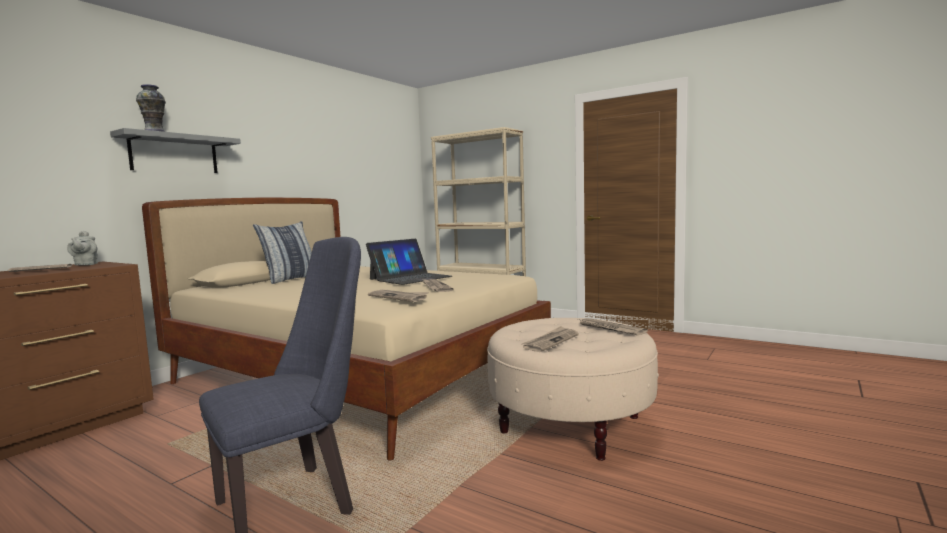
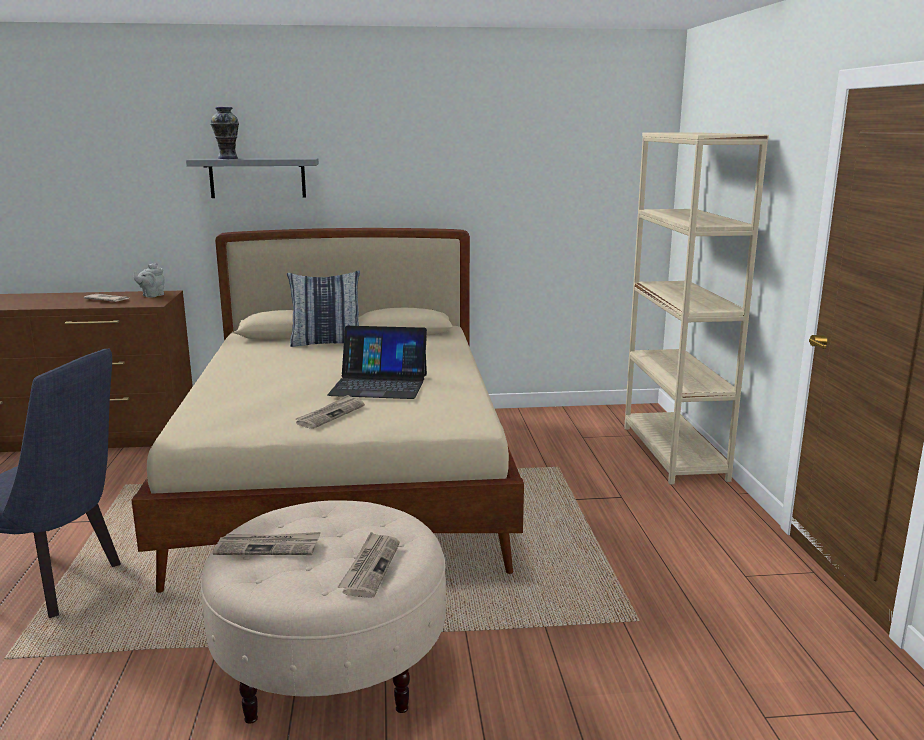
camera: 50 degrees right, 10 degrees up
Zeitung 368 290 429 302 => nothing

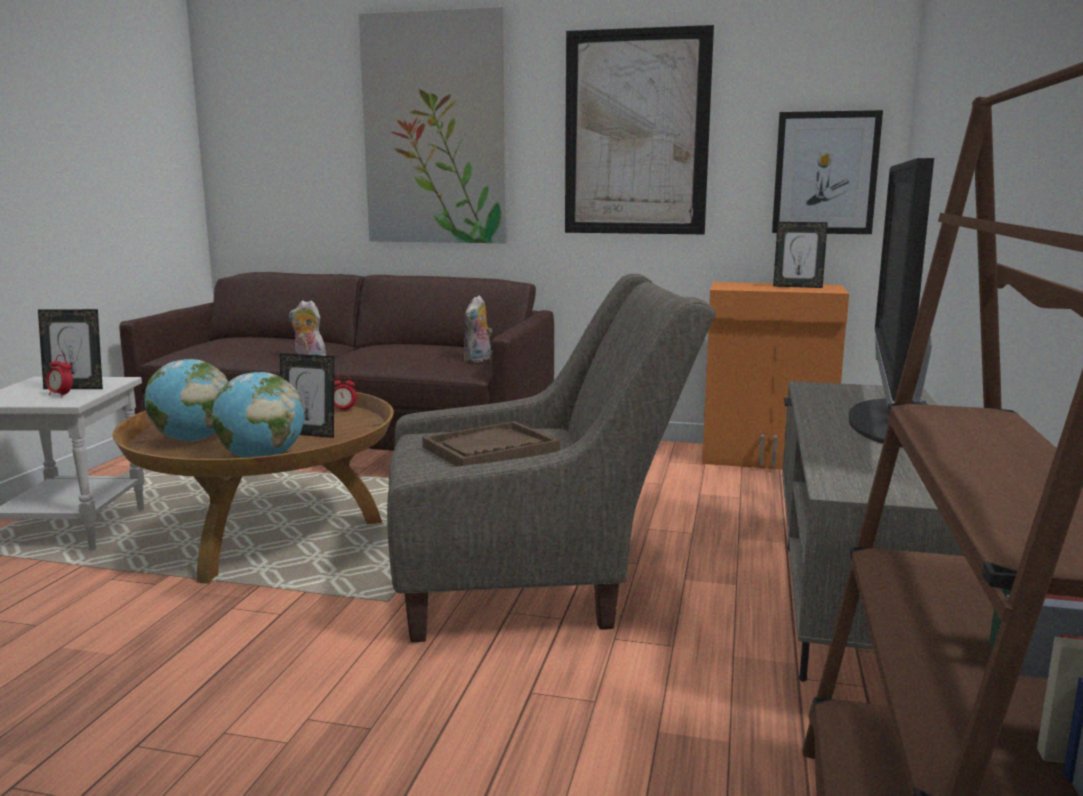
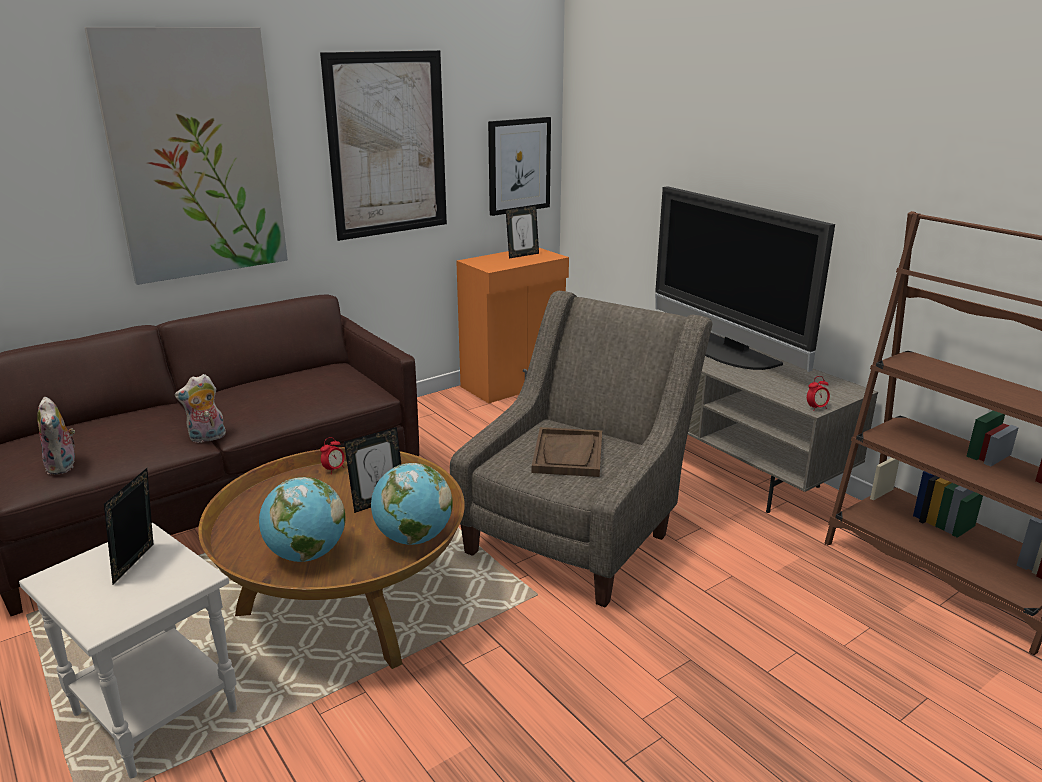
camera: 50 degrees left, 10 degrees up
Plüschtier 464 295 492 363 => Plüschtier 37 397 75 475, relocated
Bilderrahmen 38 309 103 389 => Bilderrahmen 104 468 153 585, 150 degrees clockwise
Wecker 46 355 73 398 => Wecker 807 376 830 411, relocated

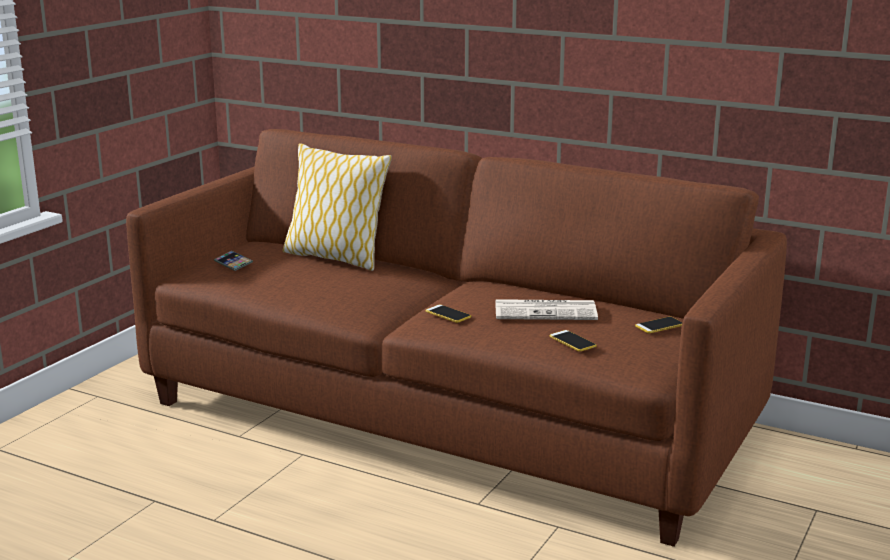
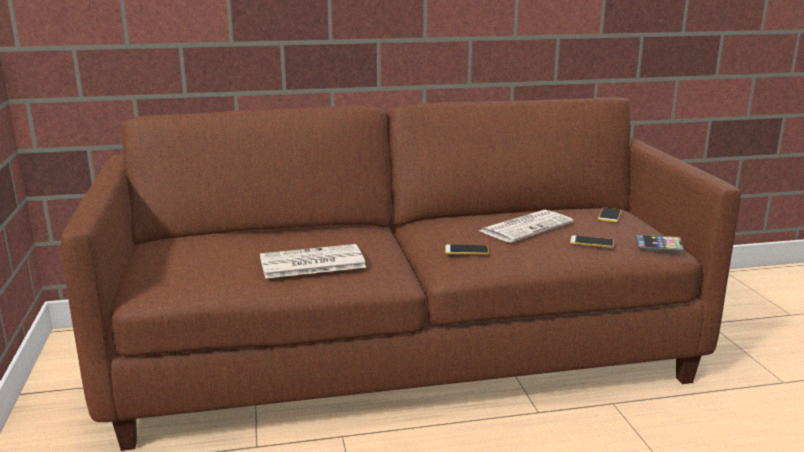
camera: 40 degrees left, 0 degrees up
nothing => Zeitung 260 244 366 278
Handy 214 251 253 271 => Handy 636 235 683 251, relocated
Kissen 282 143 392 271 => nothing

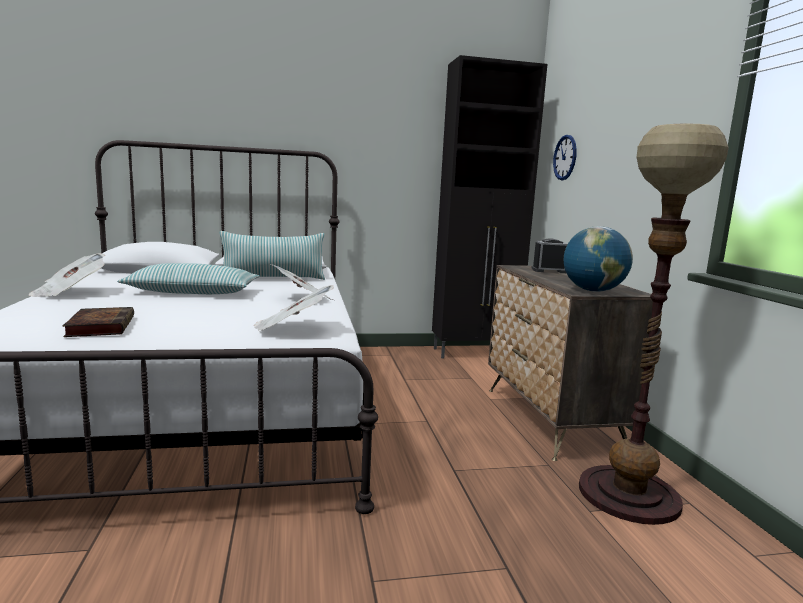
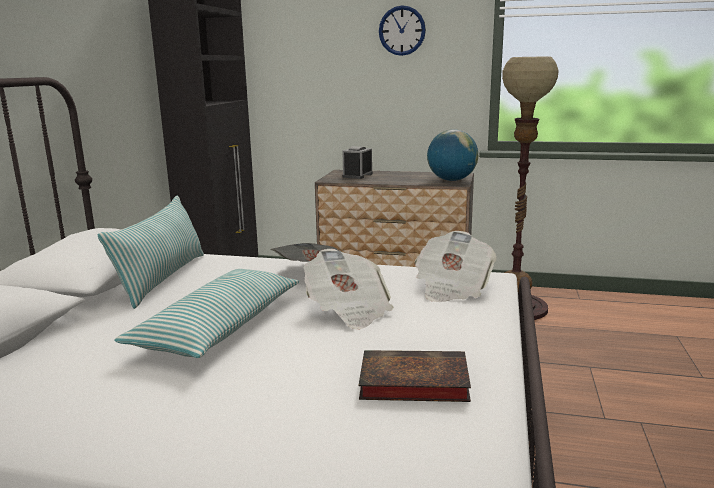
camera: 65 degrees left, 5 degrees up
Zeitung 29 253 105 297 => Zeitung 304 249 393 330, relocated
Wanduhr 553 135 577 180 => Wanduhr 379 5 426 56, relocated

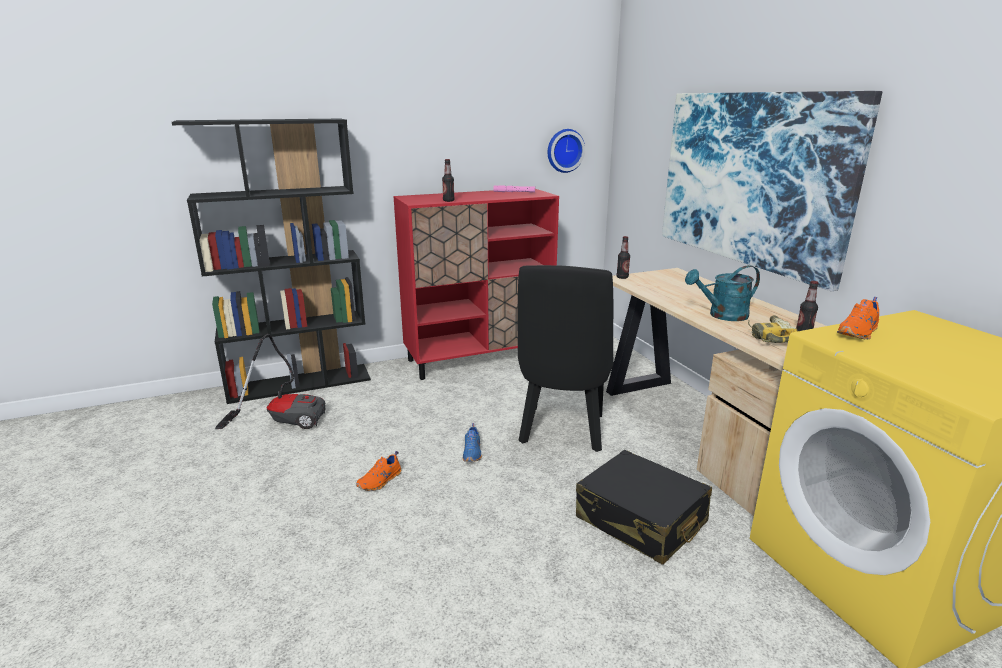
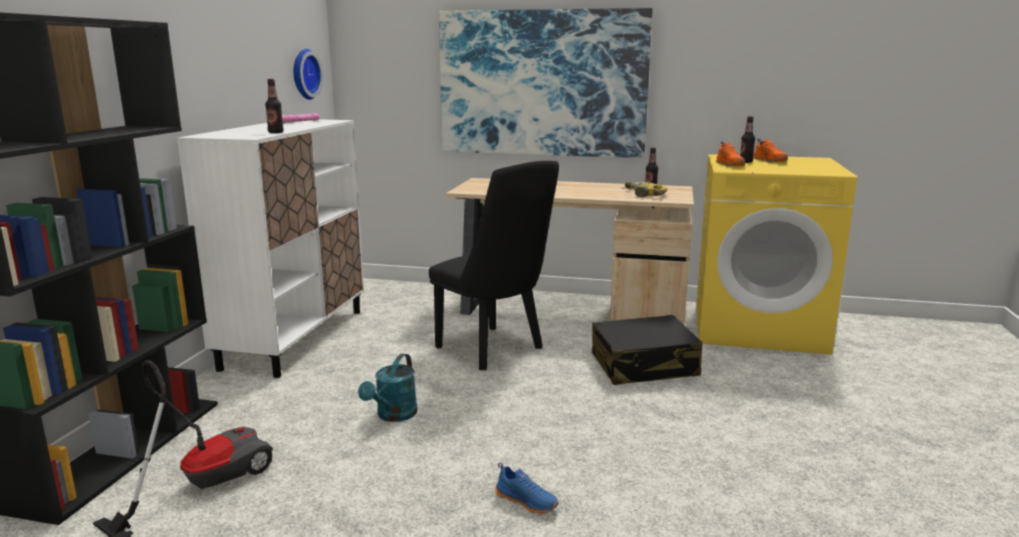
camera: 55 degrees left, 5 degrees down
Schrank/rot 393 189 559 380 => Schrank/weiß 177 119 364 378
Gießkanne/türkis 685 265 760 321 => Gießkanne/türkis 358 353 418 422, relocated
Schuh/blau 463 423 482 462 => Schuh/blau 495 463 559 514, relocated
Flasche 616 236 630 279 => Flasche 740 116 755 163, relocated
Schuh/orange 356 451 401 491 => Schuh/orange 753 139 788 162, relocated

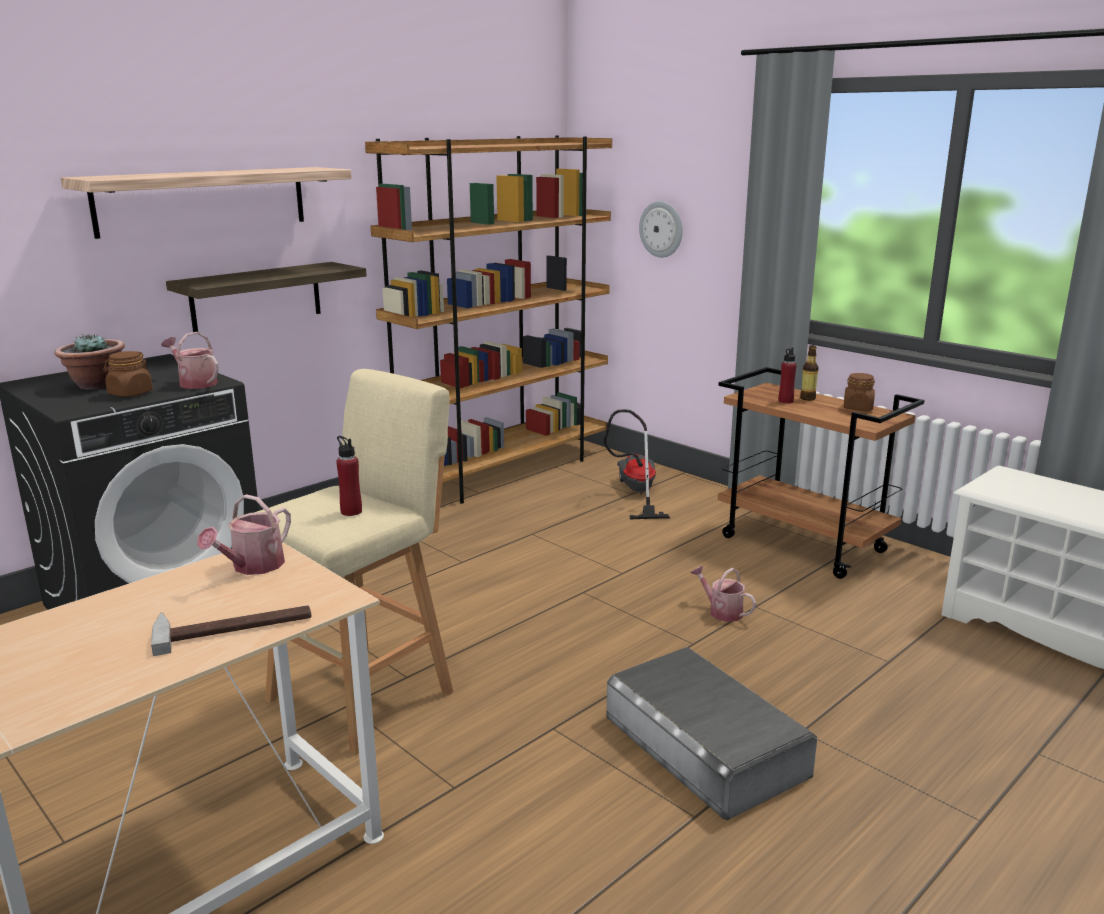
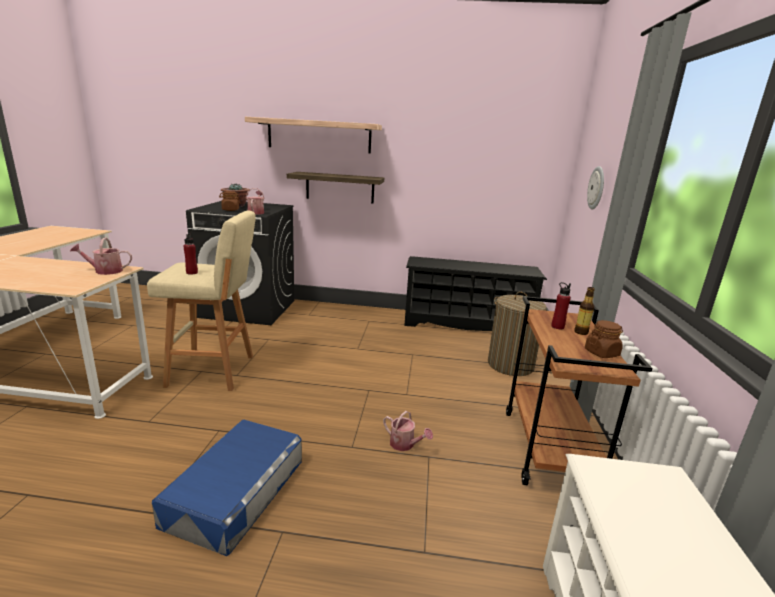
camera: 50 degrees right, 0 degrees up
Aufbewahrungsbox/grau 607 647 817 820 => Aufbewahrungsbox/blau 152 420 302 556
Gießkanne 690 565 756 622 => Gießkanne 383 411 433 451, 120 degrees clockwise
Bücherregal/braun 365 135 612 504 => Schuhregal/schwarz 404 256 547 331
Staubsauger 604 409 670 519 => Wäschekorb 488 291 547 376
Hammer 151 605 311 656 => nothing

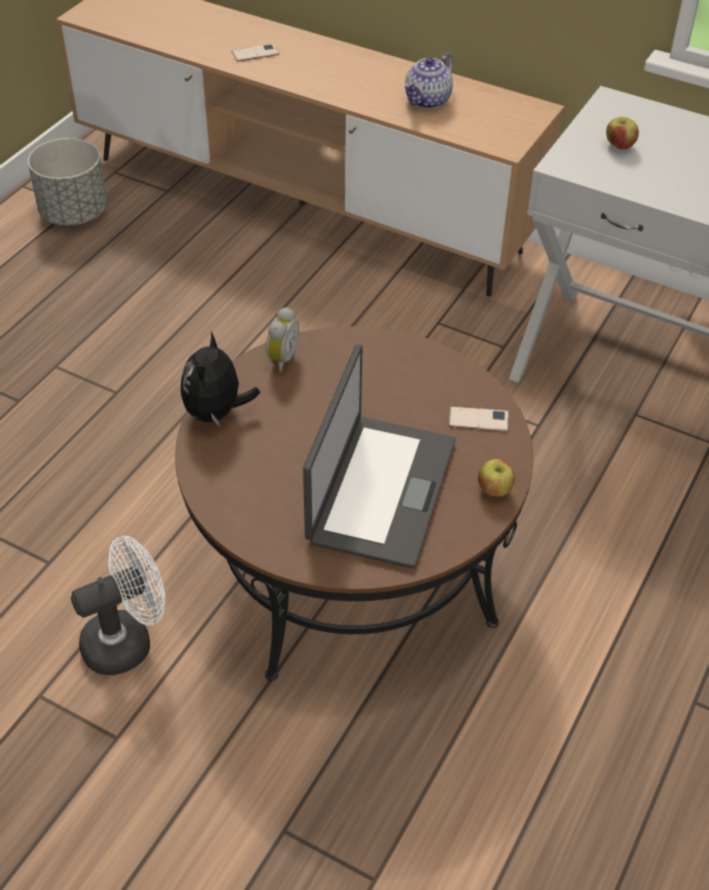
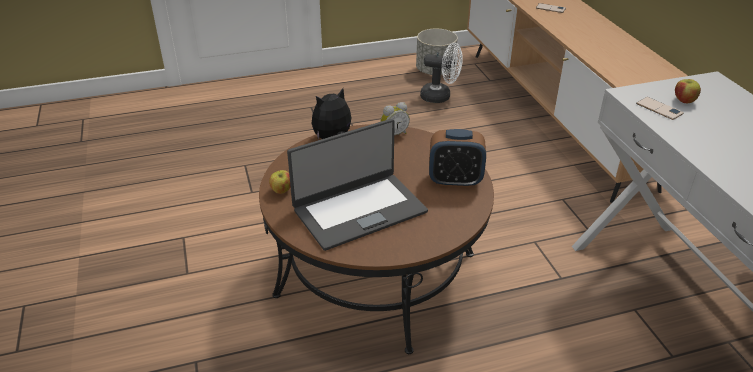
camera: 45 degrees right, 10 degrees down
Apfel 478 459 515 496 => Apfel 269 170 291 194, relocated
Ventilator/weiß 71 535 165 675 => Ventilator/weiß 420 43 463 103, relocated
nothing => Wecker 429 129 486 188
Handy 449 406 509 431 => Handy 636 97 684 120, relocated
Teekanne 405 53 453 109 => nothing

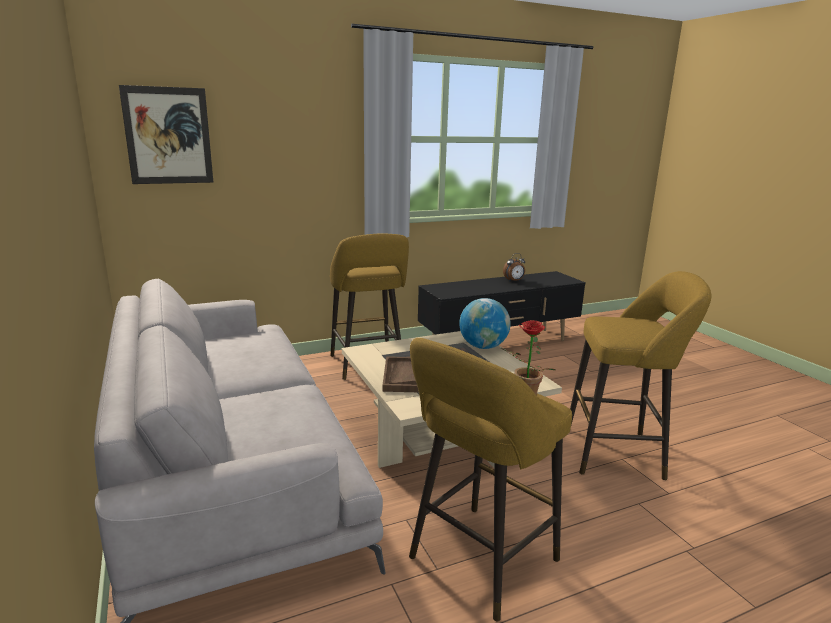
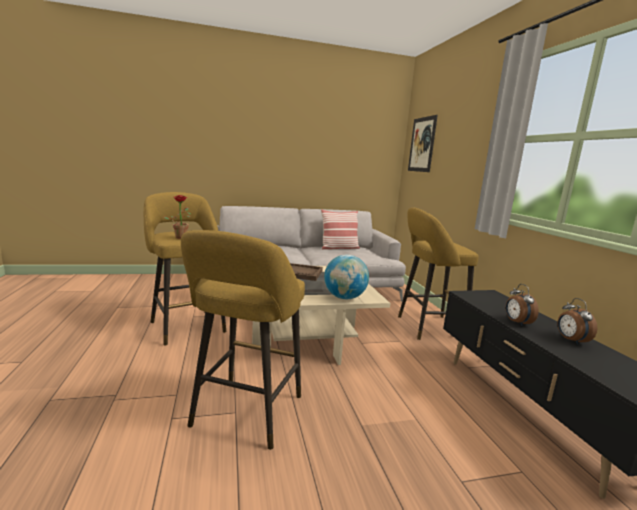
camera: 100 degrees right, 5 degrees down
nothing => Kissen 321 210 360 250
nothing => Wecker 506 284 539 326

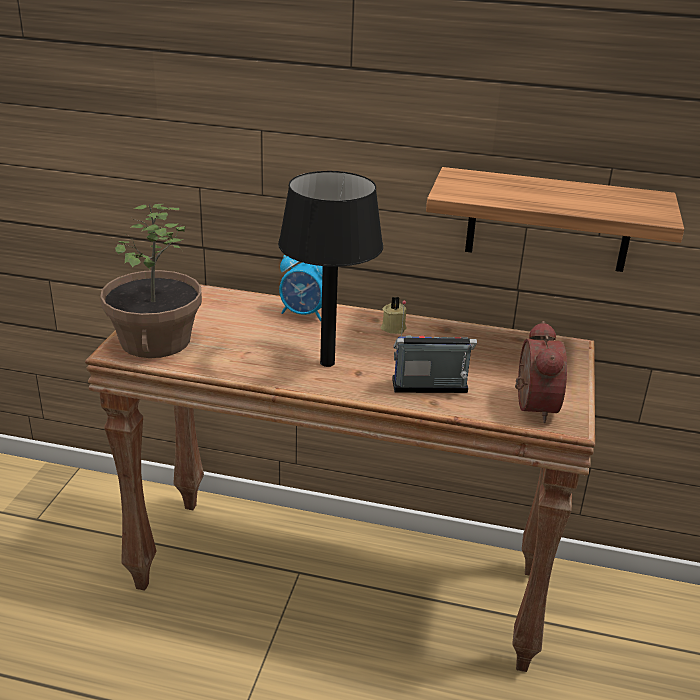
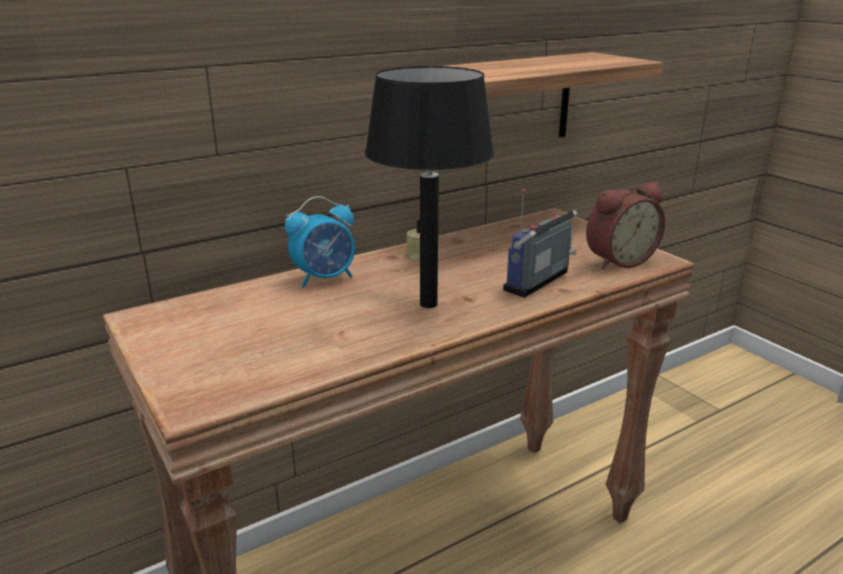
camera: 45 degrees left, 5 degrees down
Wecker 515 321 567 423 => Wecker 586 182 665 269, 105 degrees clockwise
Topfpflanze 100 204 202 358 => nothing

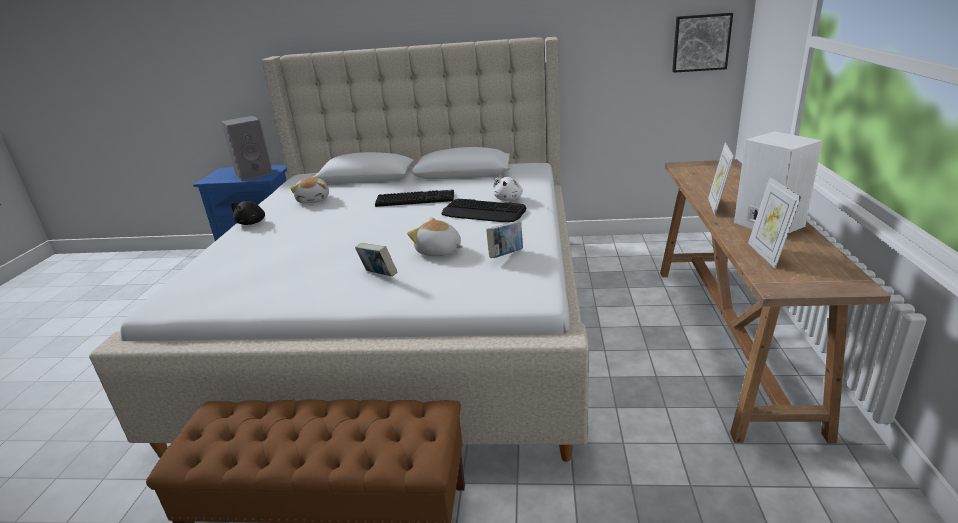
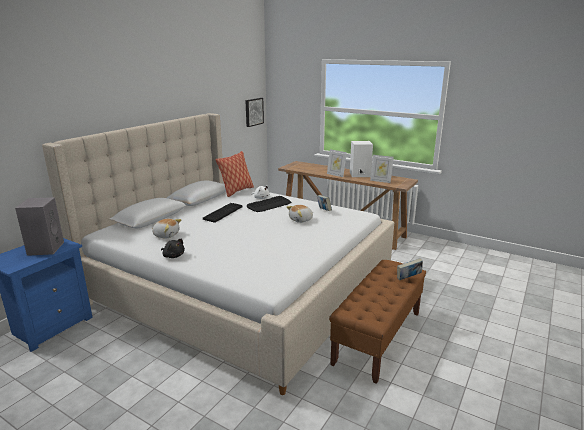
camera: 65 degrees left, 5 degrees down
nothing => Kissen 215 151 254 197
Buch 355 243 397 277 => Buch 397 258 423 280, relocated

